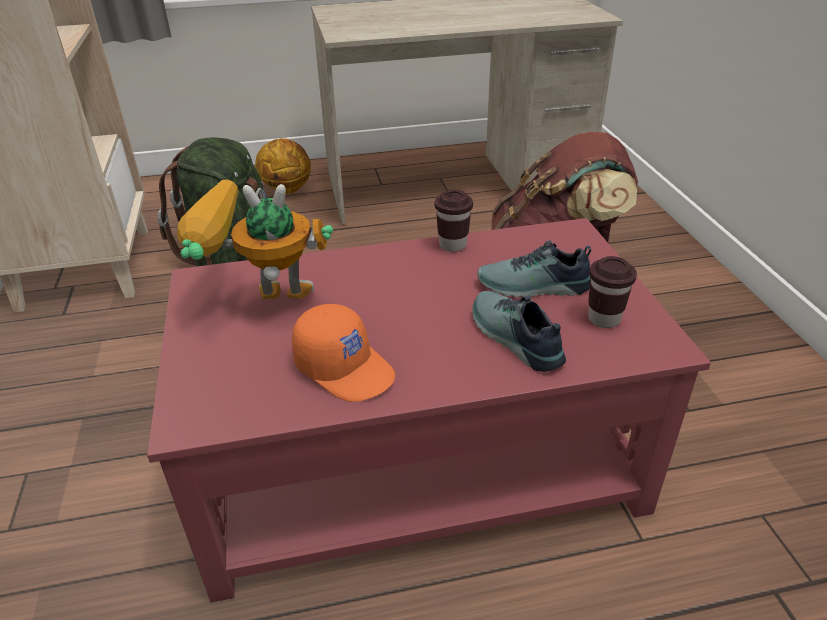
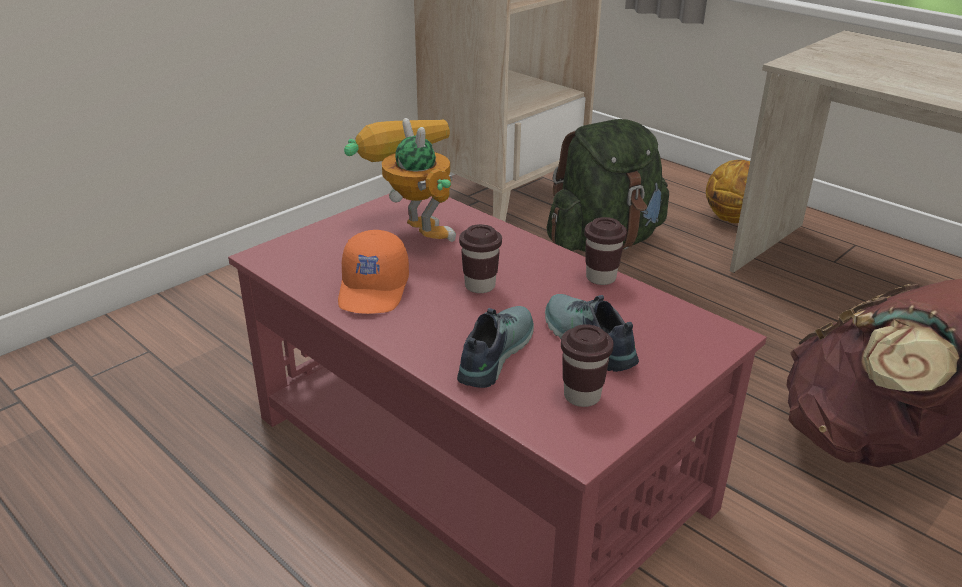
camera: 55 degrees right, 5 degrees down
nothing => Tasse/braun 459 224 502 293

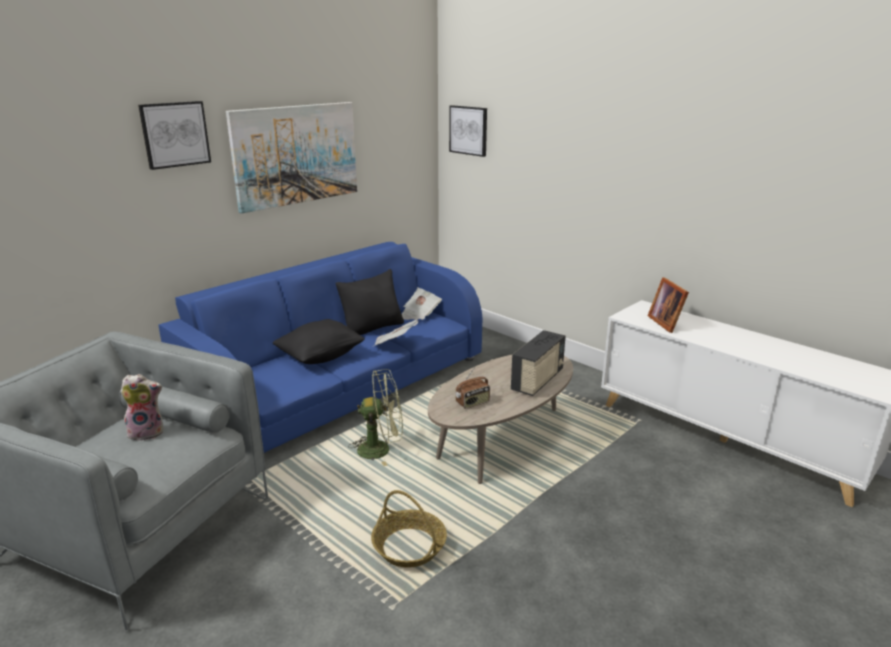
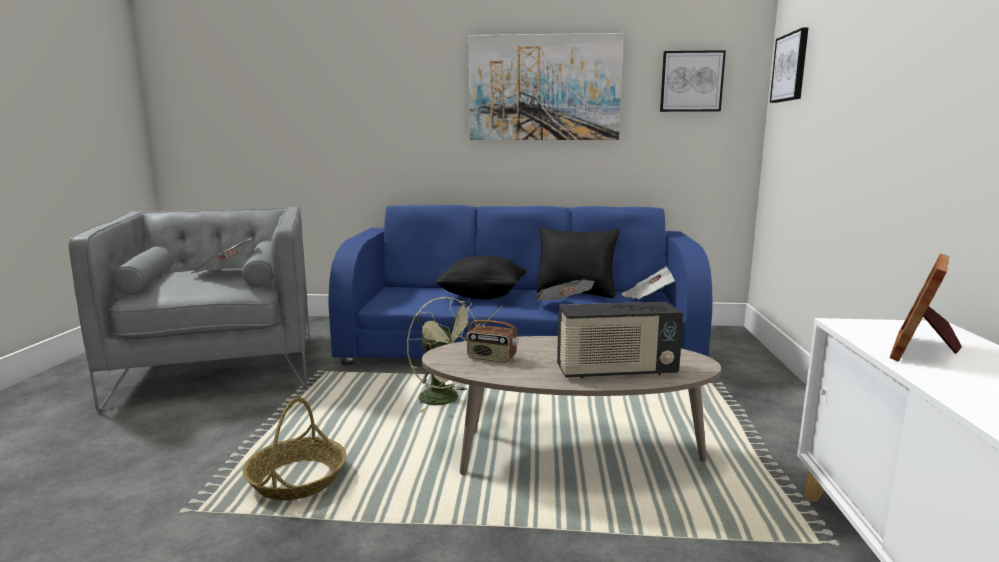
camera: 50 degrees right, 10 degrees down
Plüschtier 120 374 164 442 => Zeitung 191 237 256 274
Bild 138 101 211 170 => Bild 660 50 726 112, relocated

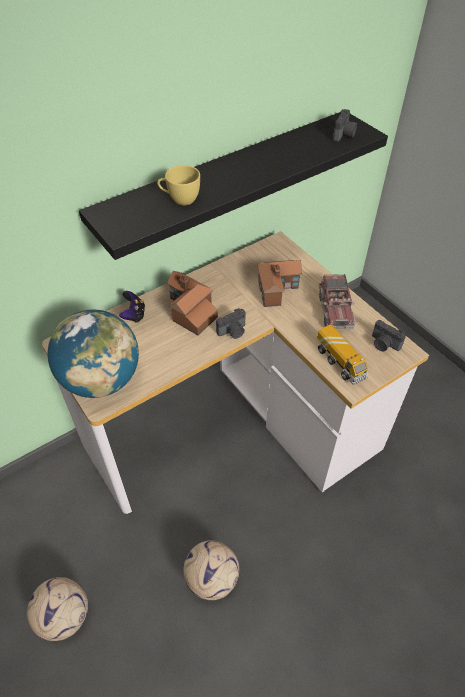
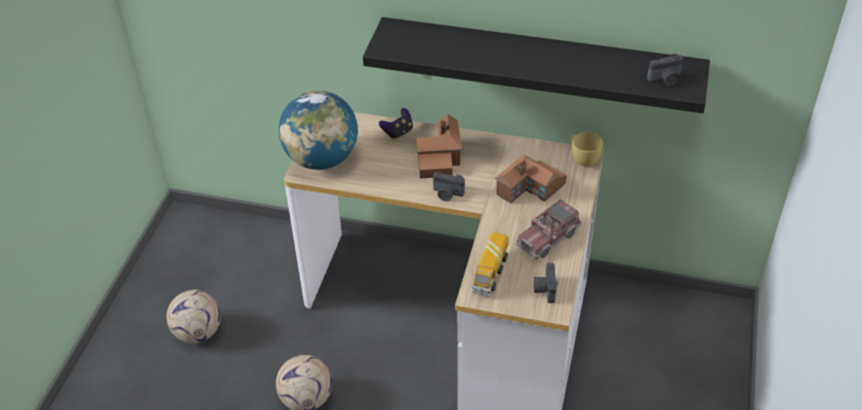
camera: 50 degrees right, 5 degrees down
Tasse/gelb 157 165 200 206 => Tasse/gelb 571 132 603 167, relocated

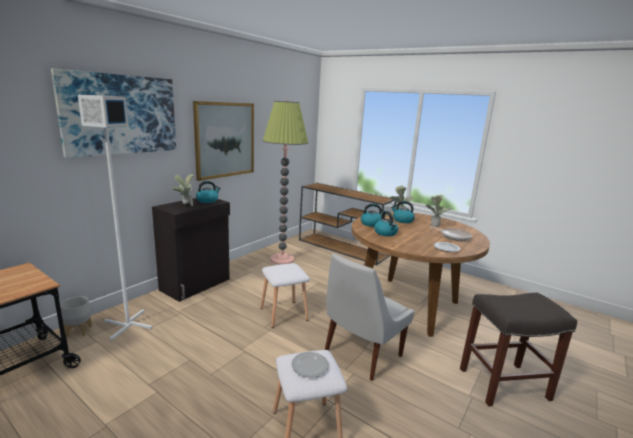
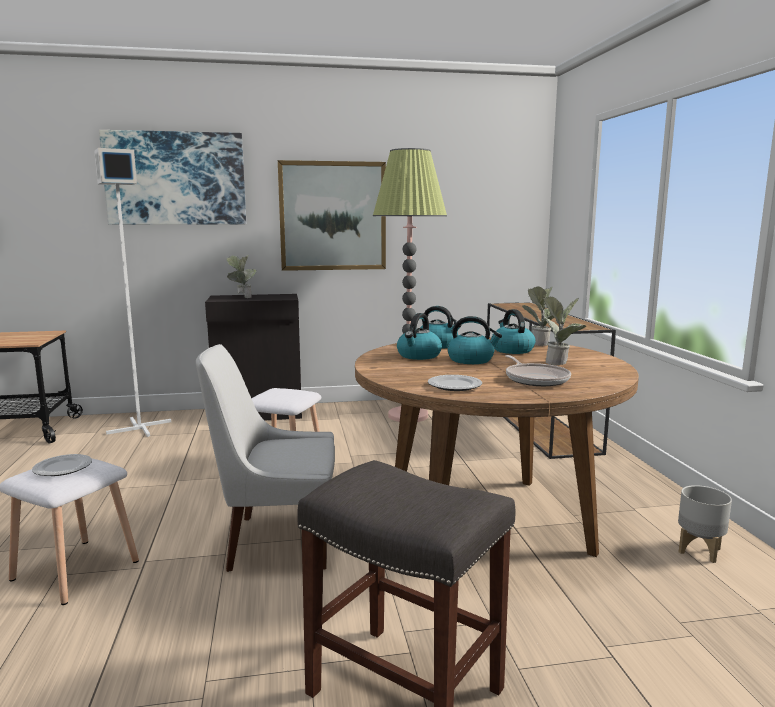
camera: 45 degrees right, 5 degrees down
Wasserkessel 196 181 221 203 => Wasserkessel 447 316 502 364, relocated
Pflanzkübel/grau 60 296 92 337 => Pflanzkübel/grau 678 485 732 563, relocated

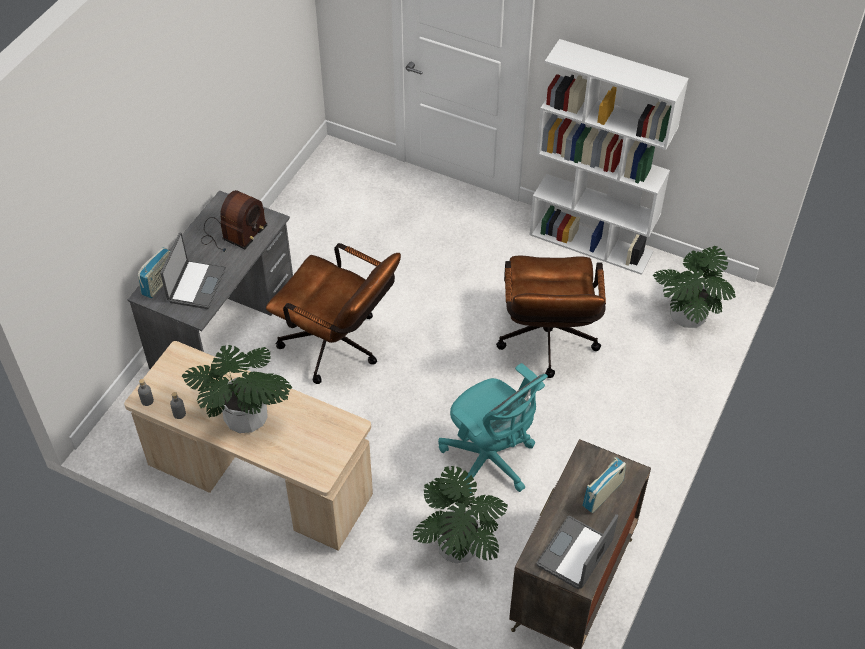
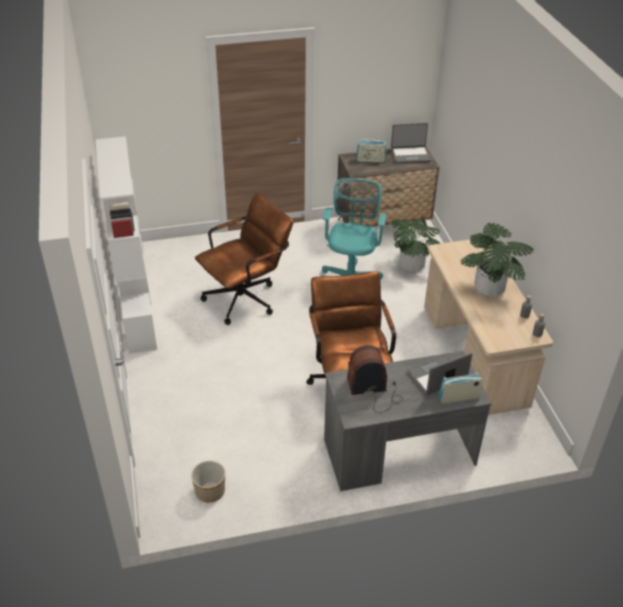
camera: 130 degrees left, 10 degrees down
nothing => Pflanzkübel 191 461 225 503
Topfpflanze 653 246 736 328 => nothing

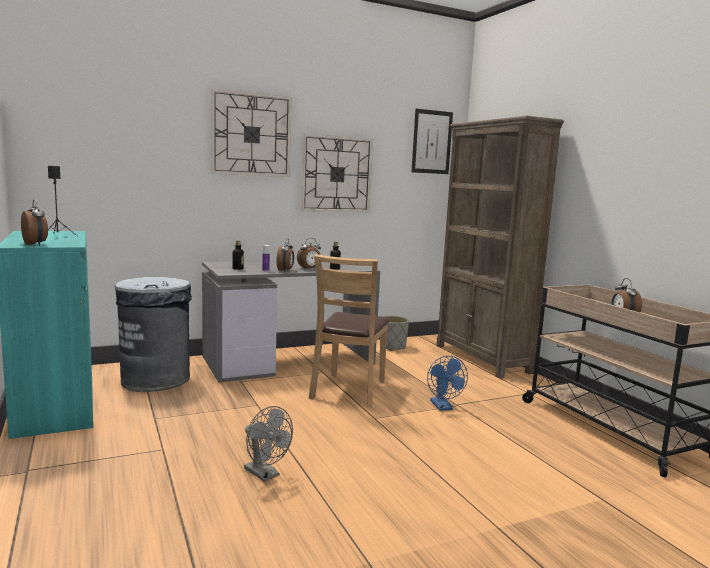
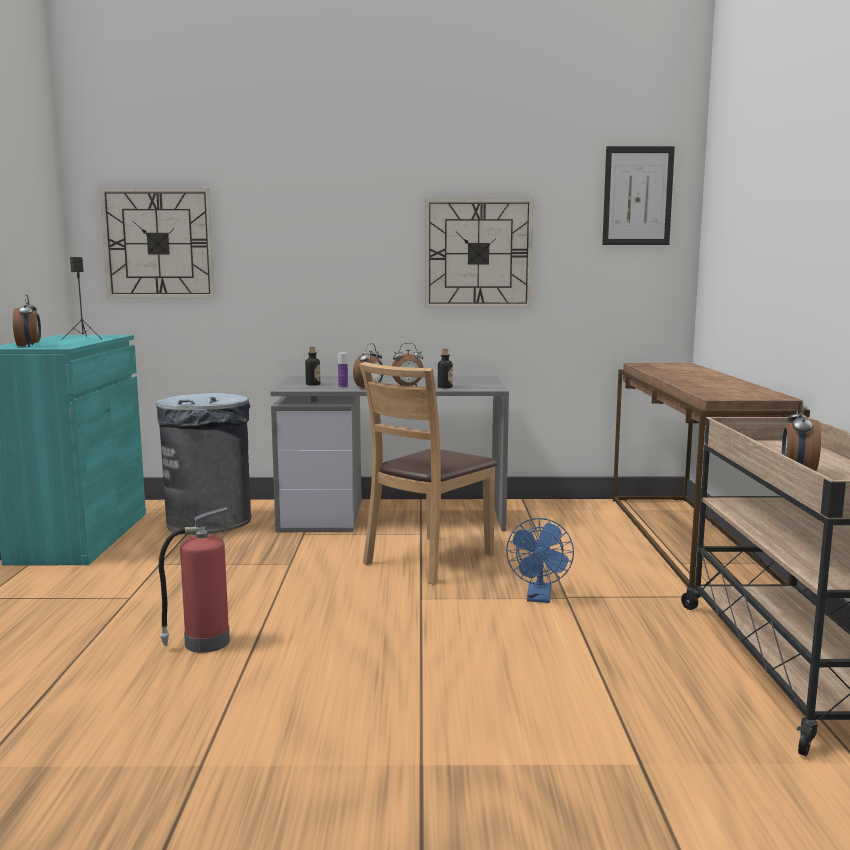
camera: 25 degrees right, 0 degrees up
Wanduhr 211 88 292 177 => Wanduhr 99 188 215 298, relocated
Ventilator/grau 244 406 293 482 => Feuerlöscher 159 507 230 653
Bücherregal/braun 437 116 564 378 => Konsolentisch/braun 613 363 810 589
Pflanzkübel/grau 384 316 409 351 => nothing

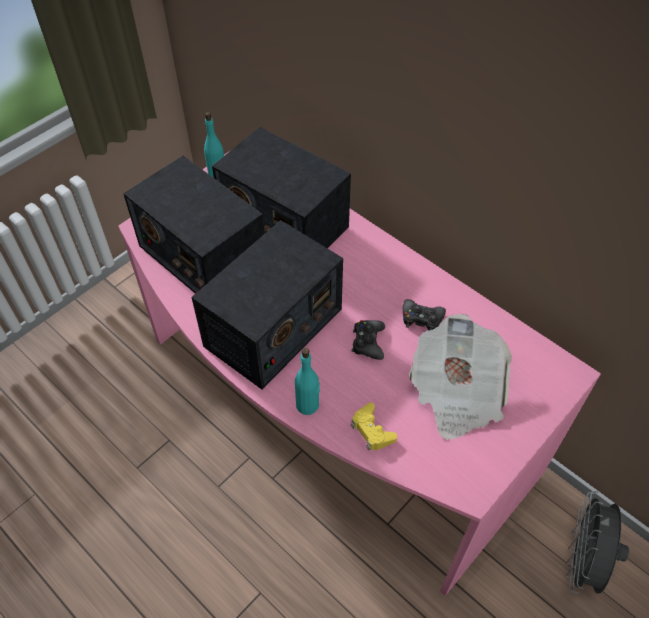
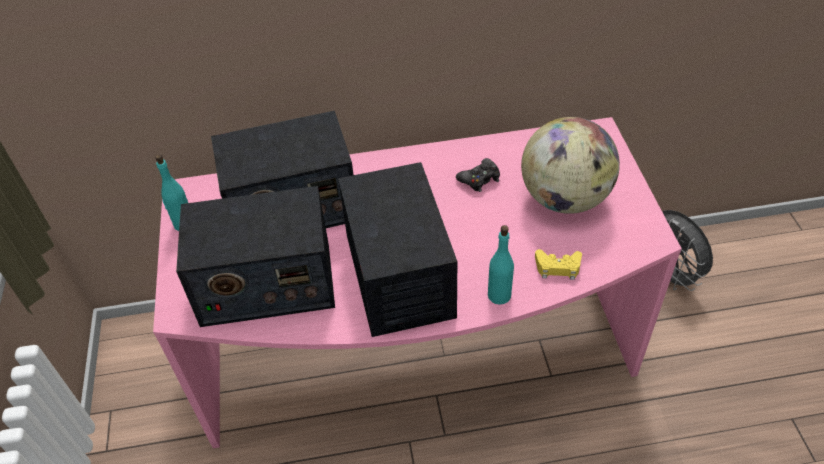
camera: 50 degrees left, 5 degrees down
Zeitung 409 314 512 440 => Globus 521 117 620 214
Gamepad/schwarz 352 320 385 360 => nothing

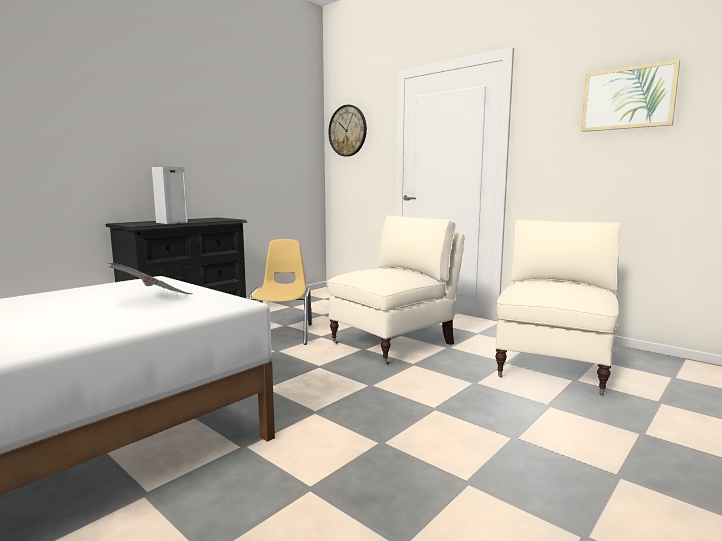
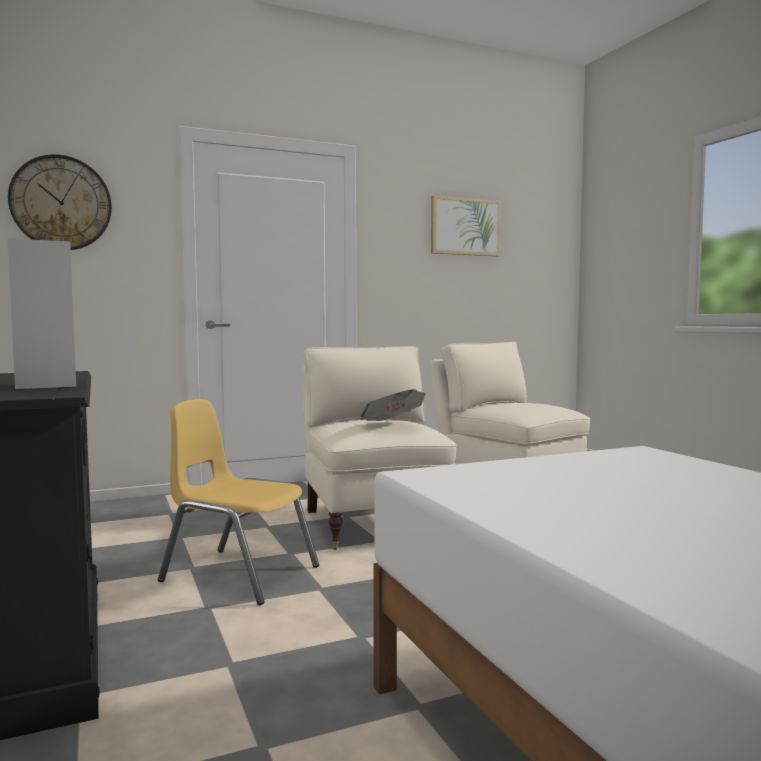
camera: 65 degrees left, 5 degrees down
Zeitung 108 263 192 294 => Zeitung 359 389 426 421, relocated

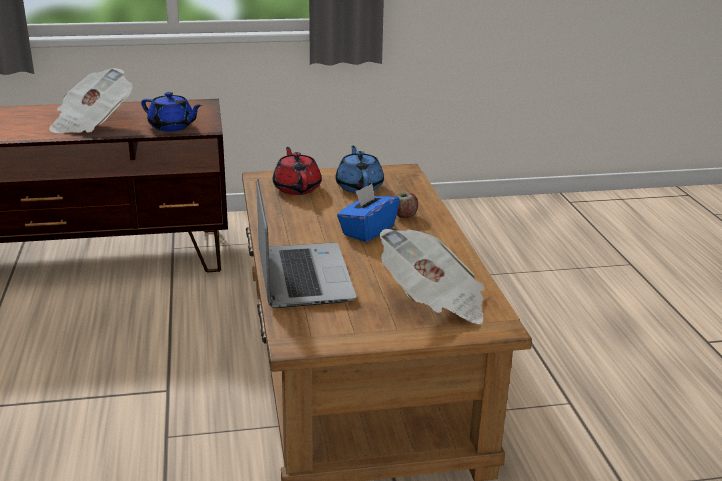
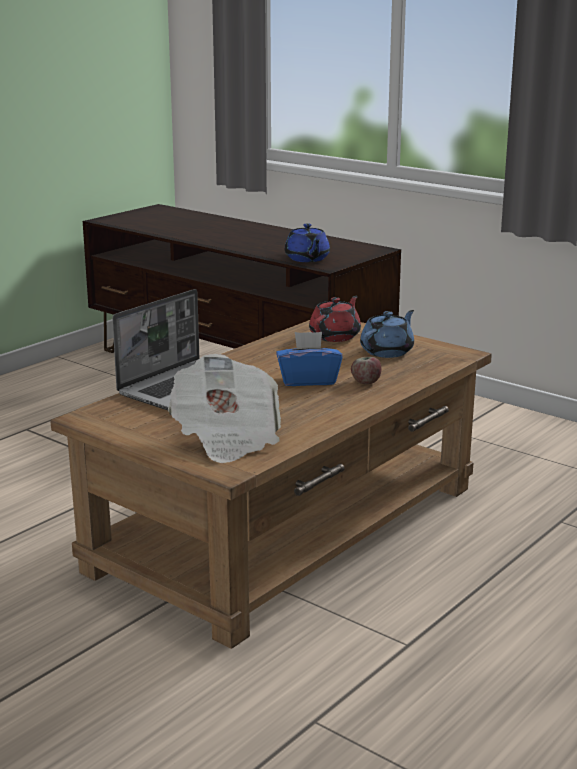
camera: 50 degrees right, 5 degrees down
Zeitung 49 68 132 133 => nothing

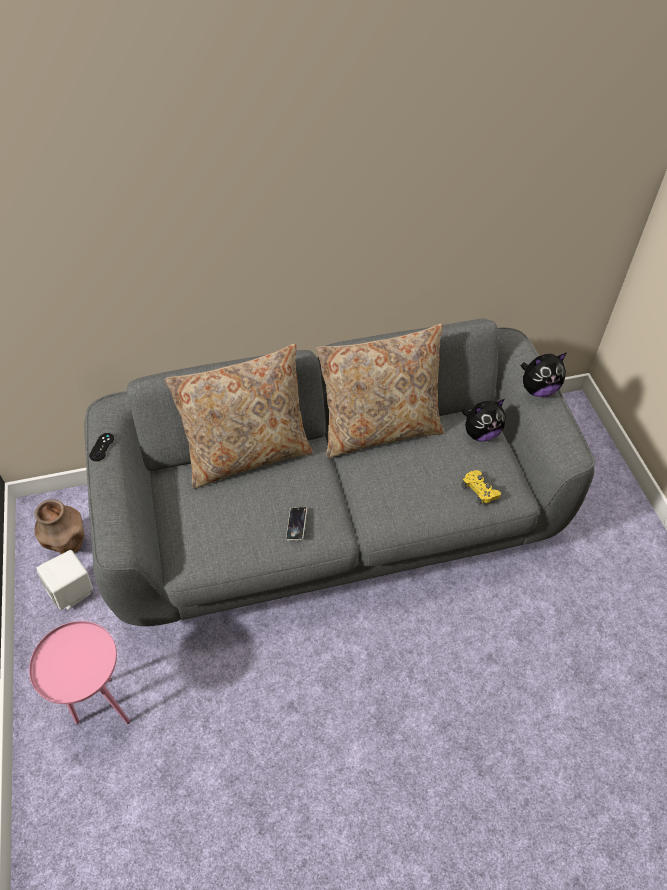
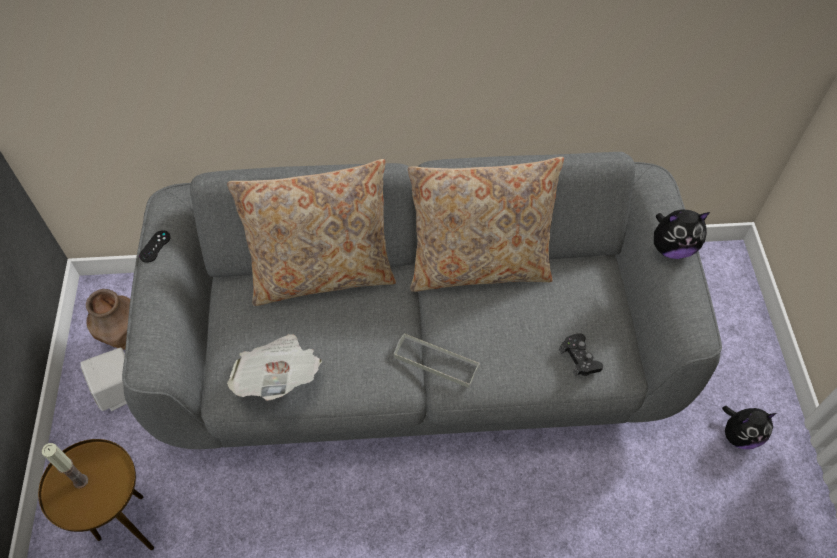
camera: 10 degrees right, 5 degrees up
Beistelltisch/rosa 29 621 130 724 => Beistelltisch/braun 38 439 154 550
nothing => Kerze 42 443 88 489
nothing => Zeitung 227 334 322 401
nothing => Tablett/grau 394 333 480 388
Gamepad/gelb 462 470 501 505 => Gamepad/schwarz 559 333 603 377
Plüschtier 462 399 506 442 => Plüschtier 722 406 777 449, relocated
Handy 286 507 307 541 => nothing

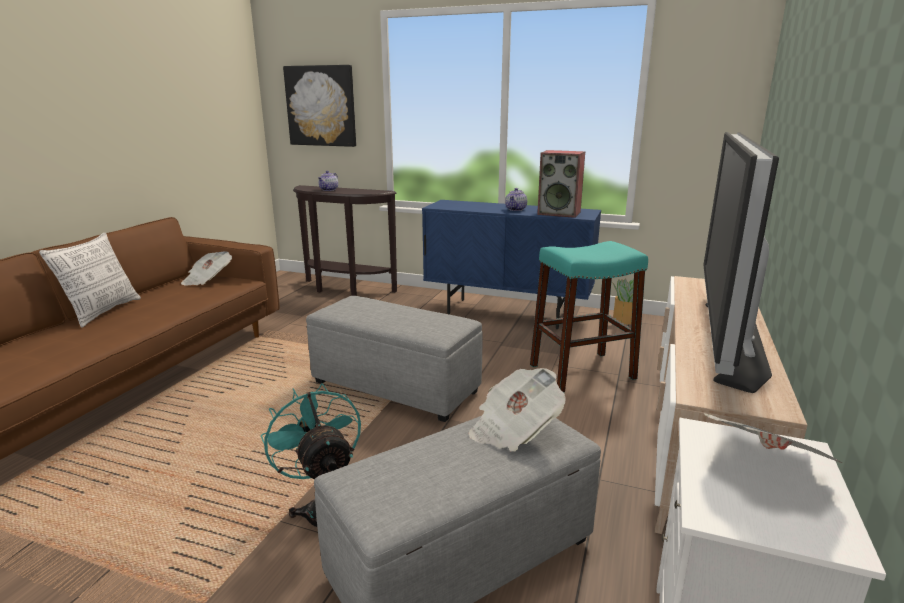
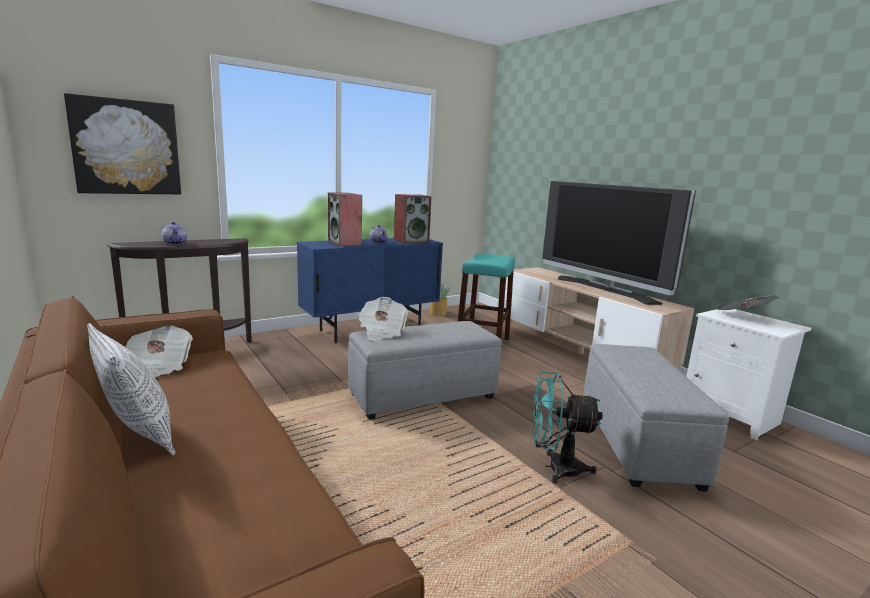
camera: 55 degrees left, 5 degrees down
nothing => Lautsprecher 328 192 362 246
Zeitung 468 368 566 452 => Zeitung 358 297 408 341, relocated

